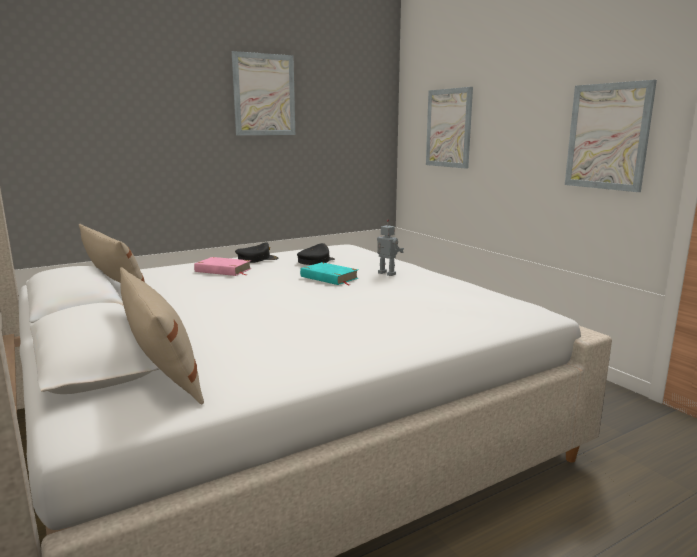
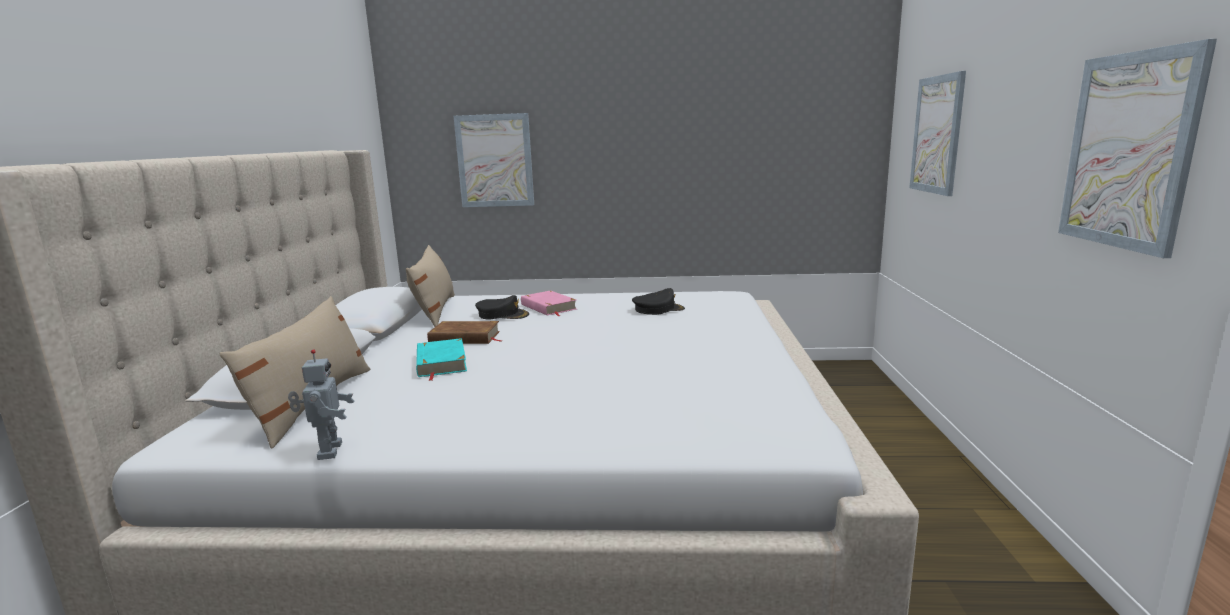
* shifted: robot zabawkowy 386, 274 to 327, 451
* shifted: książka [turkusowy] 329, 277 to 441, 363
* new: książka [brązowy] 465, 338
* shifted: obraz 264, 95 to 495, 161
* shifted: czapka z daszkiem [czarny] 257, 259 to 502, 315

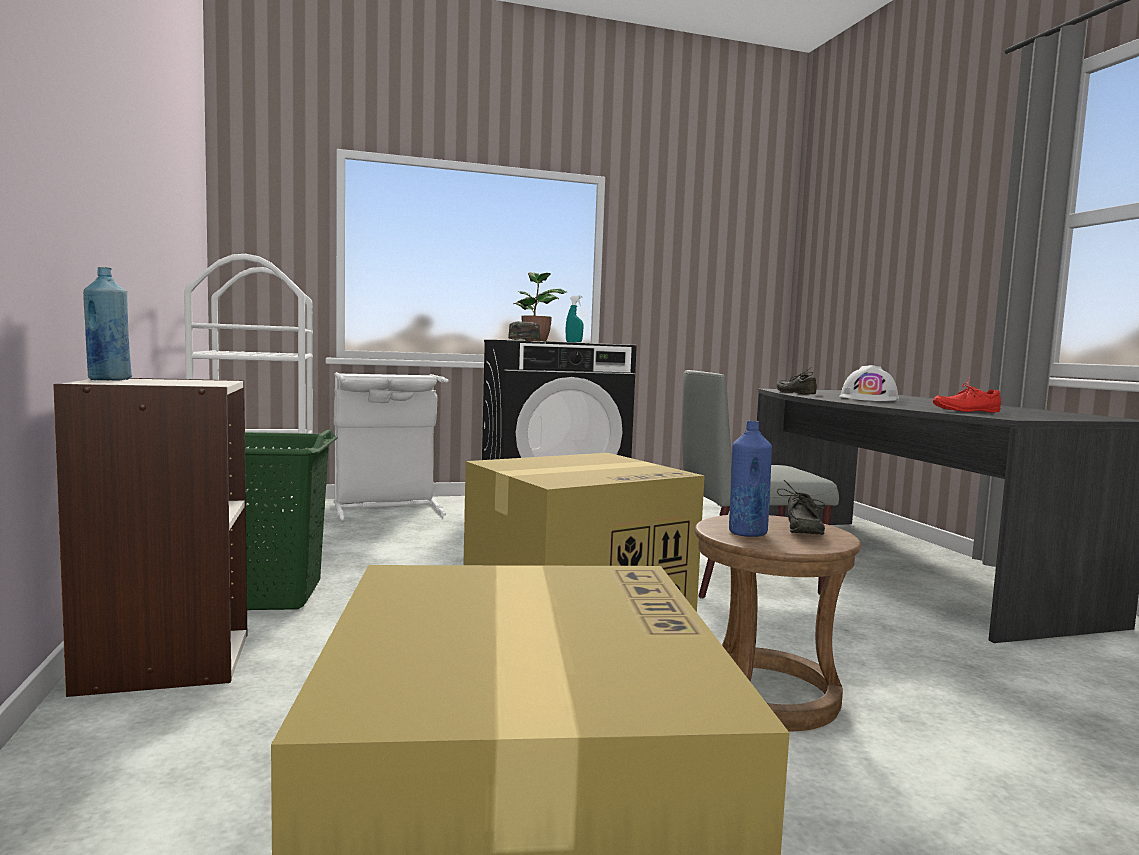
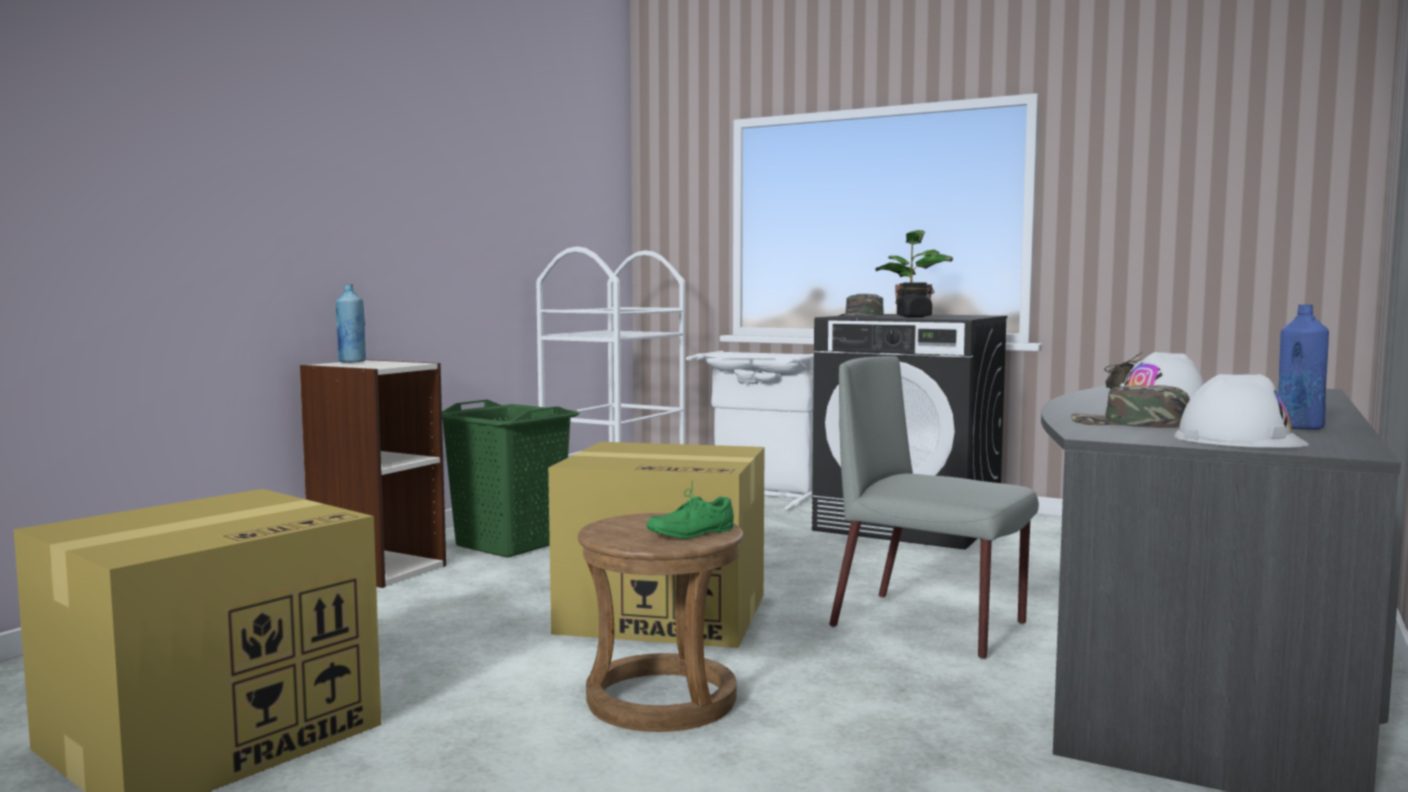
* repainted: but [szary] 800, 529 to but [zielony] 689, 532
* swapped: spryskiwacz [turkusowy] 573, 342 to słoik [czarny] 914, 317
* swapped: but [czerwony] 964, 411 to czapka z daszkiem [zielony] 1129, 424
* new: kask [biały] 1238, 440
* shifted: butelka [niebieski] 747, 533 to 1299, 428

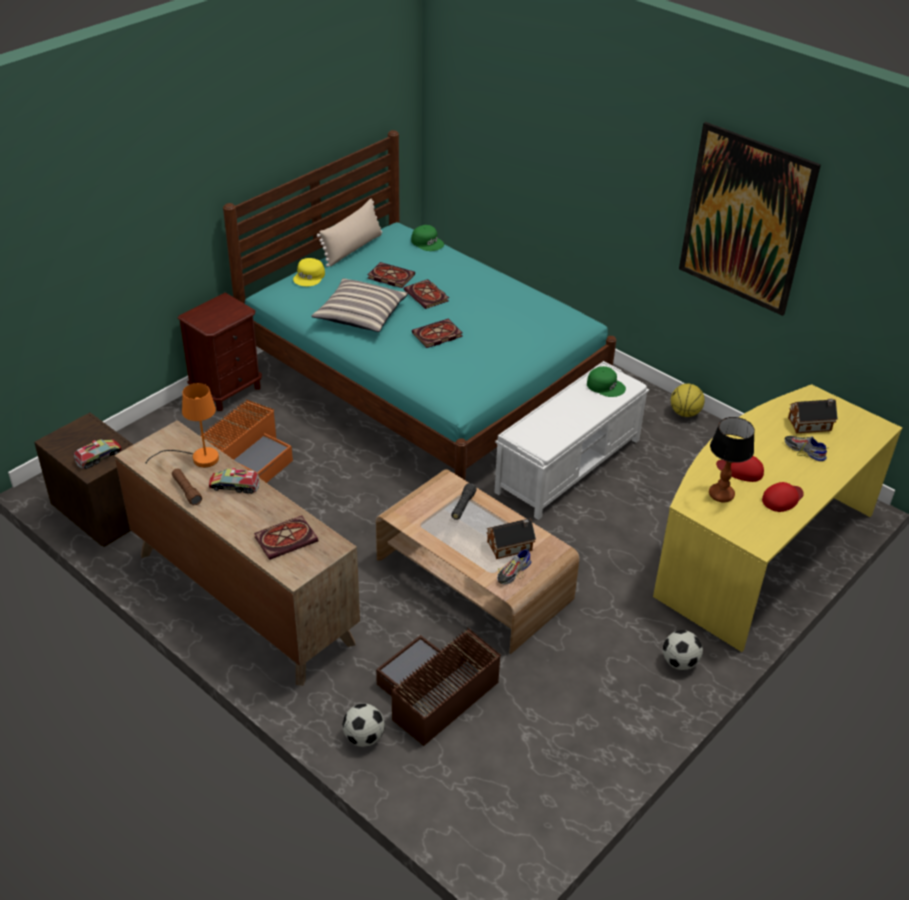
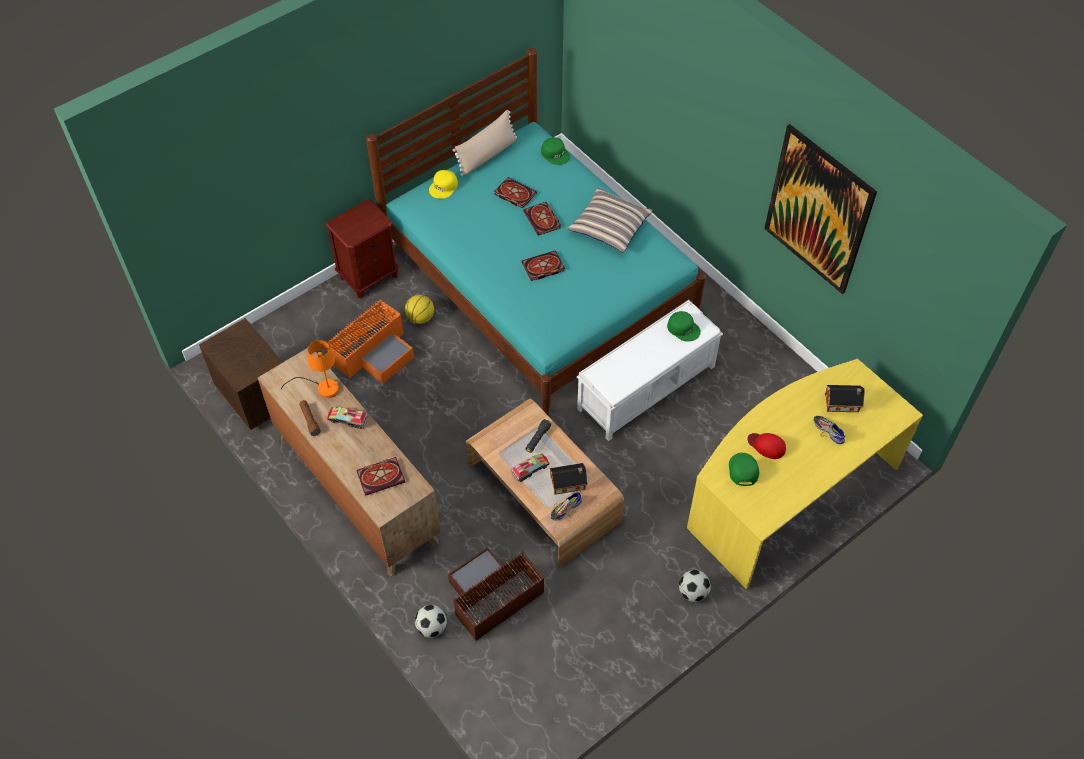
* shifted: piłka do koszykówki 684, 413 to 420, 318
* shifted: ciężarówka zabawkowa 99, 457 to 530, 469
* shifted: poduszka 361, 314 to 610, 226
* swapped: lampa stołowa 721, 495 to czapka z daszkiem [zielony] 742, 470
* gone: czapka z daszkiem [czerwony] 782, 498

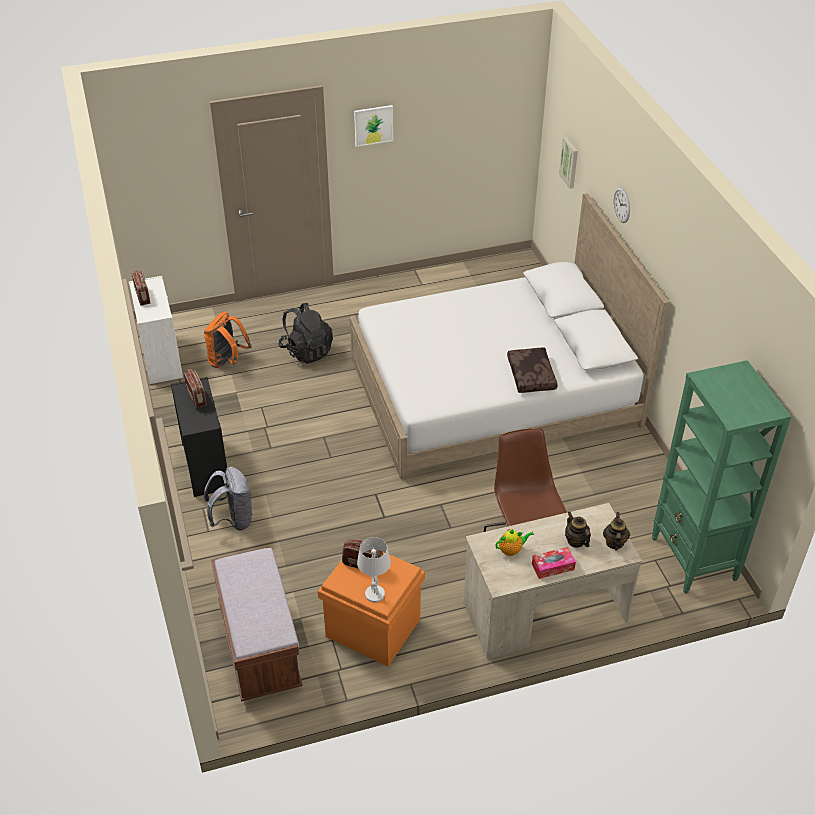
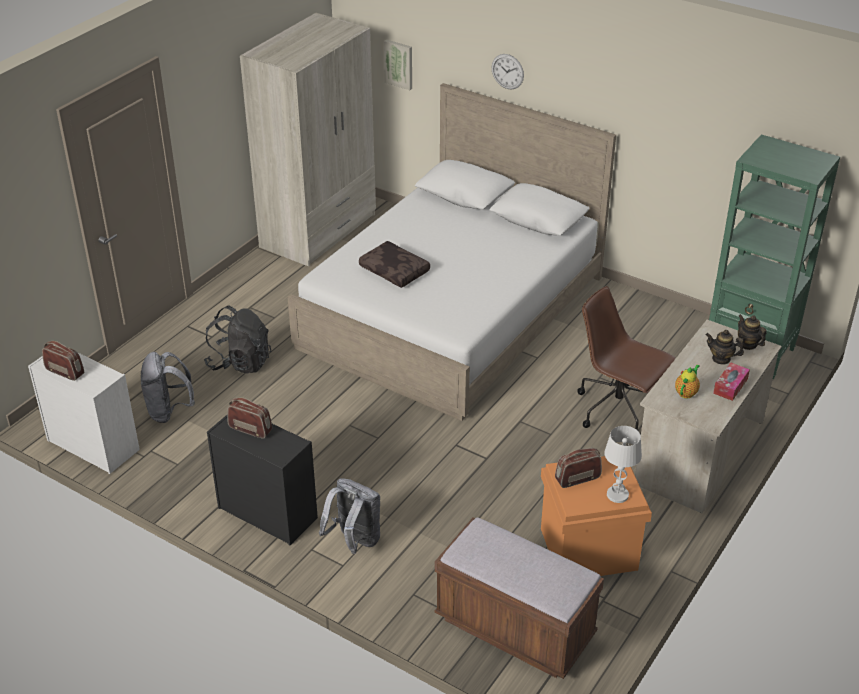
* repainted: plecak [pomarańczowy] 227, 361 to plecak [szary] 169, 411
* new: szafa [beżowy] 319, 230
* shifted: poduszka [brązowy] 532, 376 to 395, 270
* gone: obraz 373, 125

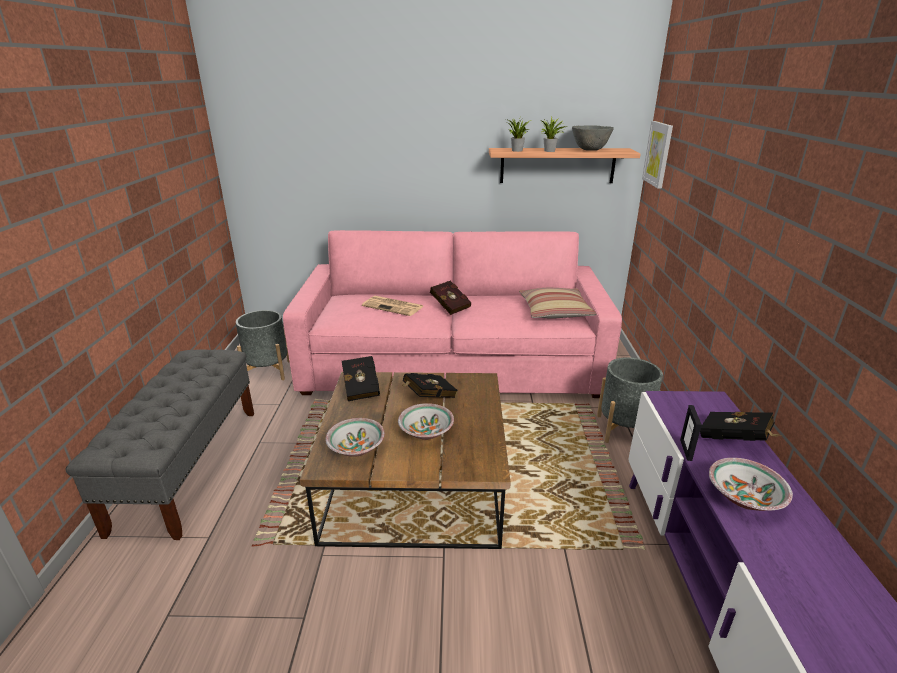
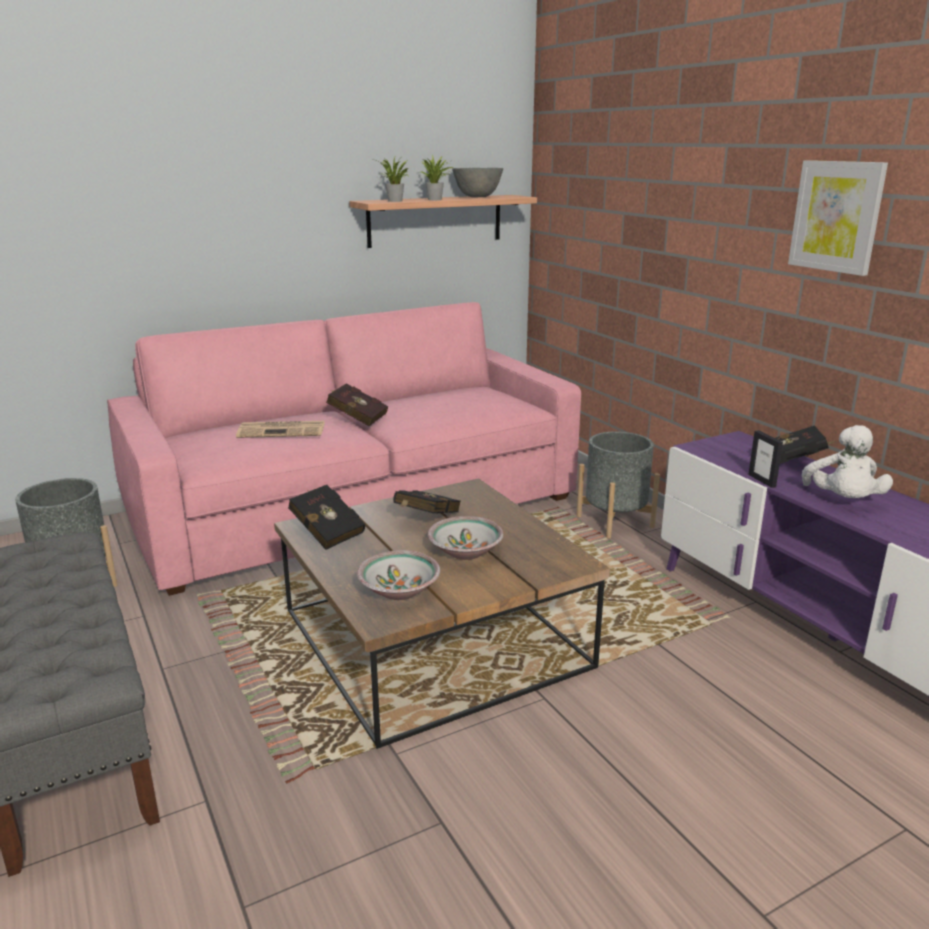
* shifted: obraz 658, 154 to 837, 216
* swapped: miska 743, 497 to pluszak [biały] 842, 501
* gone: poduszka 555, 311

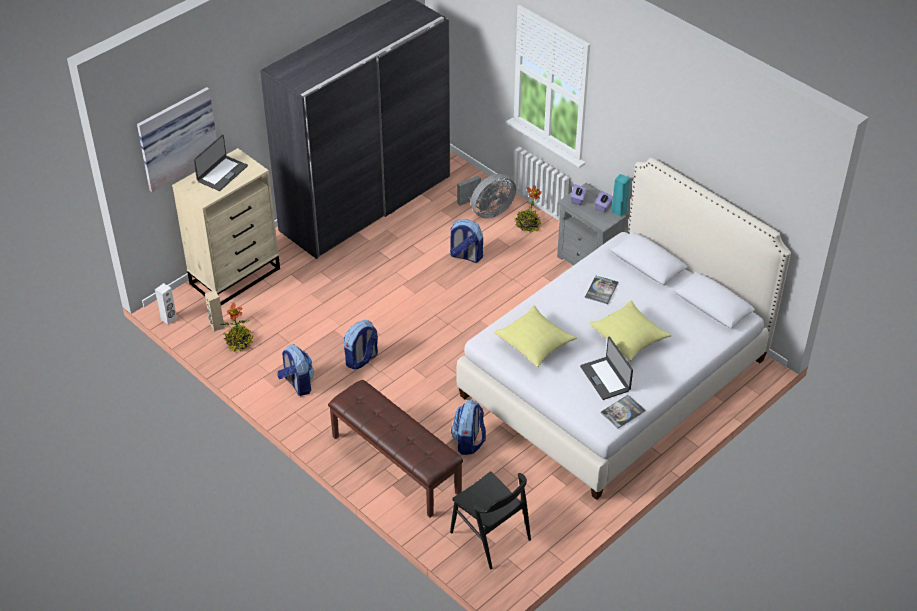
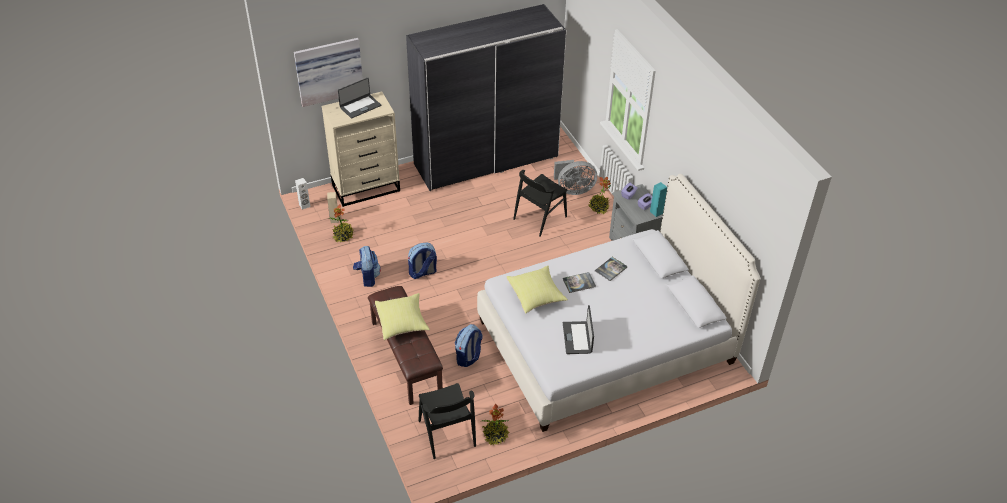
* shifted: poduszka [żółty] 629, 339 to 402, 323
* new: roślina doniczkowa 495, 435
* swapped: plecak 465, 256 to krzesło [czarny] 539, 218
* shifted: książka 622, 412 to 579, 283

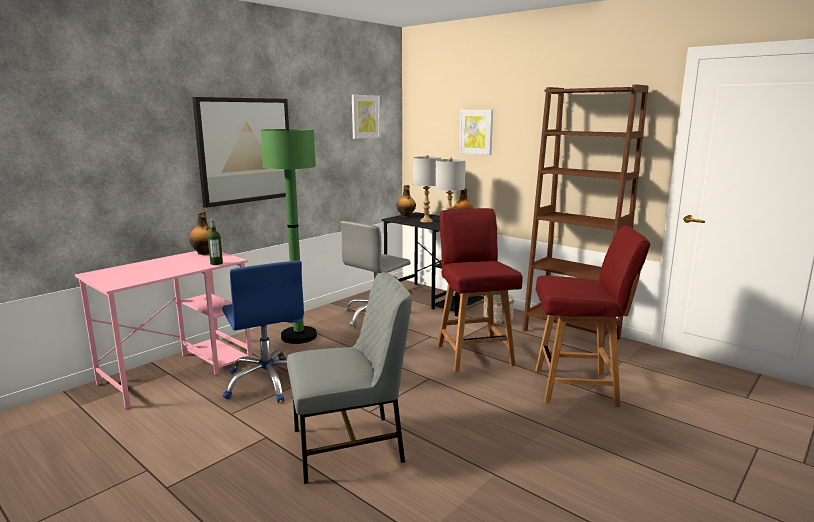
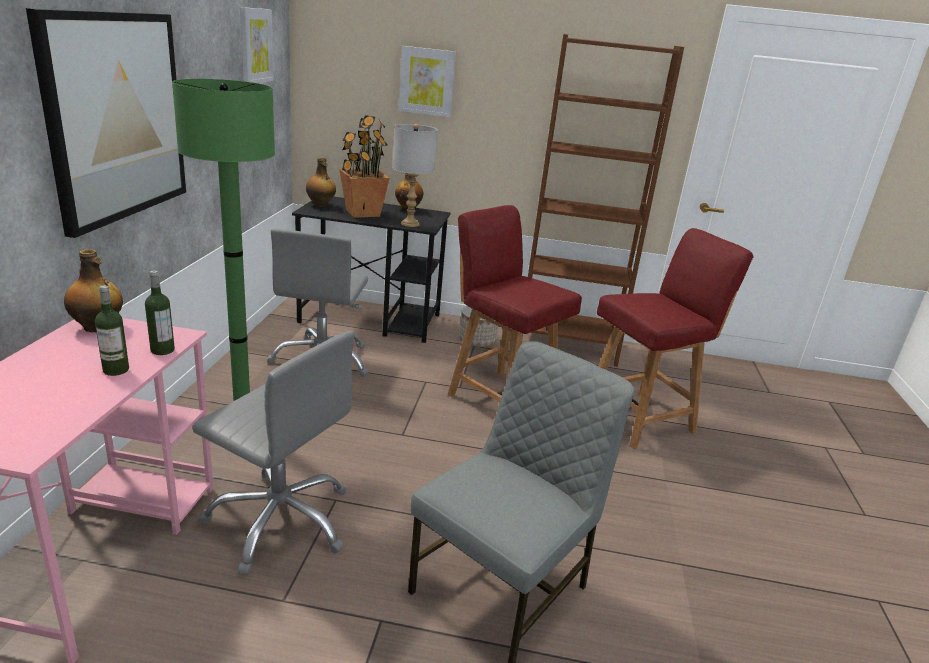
* new: butelka 116, 370
* repainted: krzesło biurowe [niebieski] 268, 381 to krzesło biurowe [szary] 280, 520
* swapped: lampa stołowa [szary] 426, 221 to roślina doniczkowa 362, 213

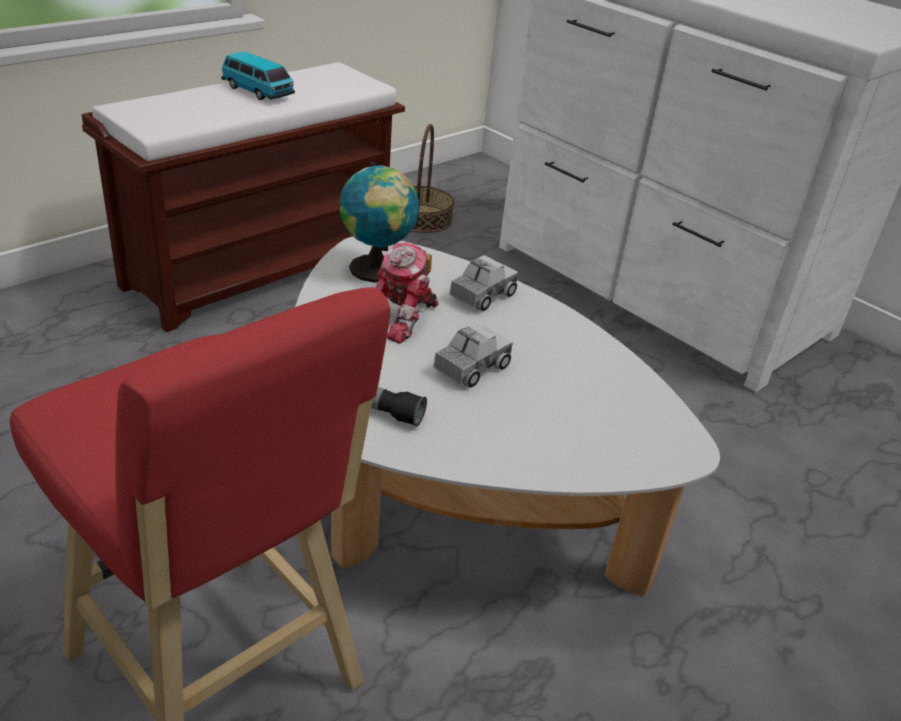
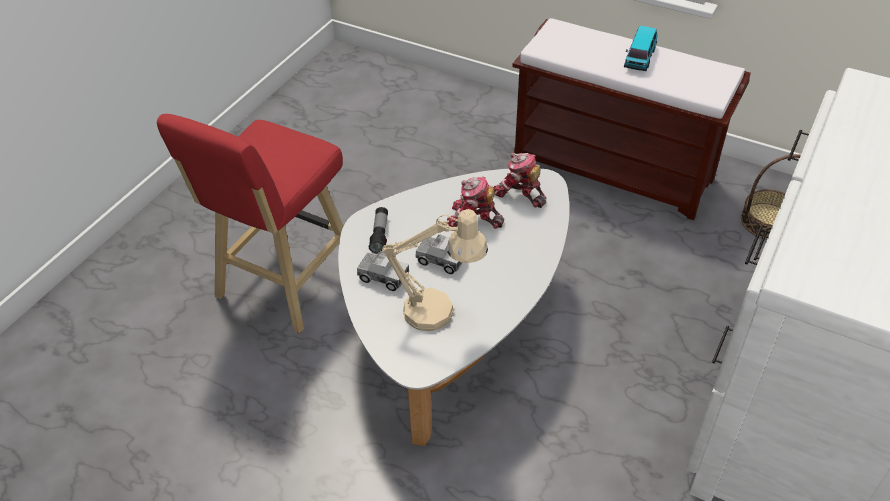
* shifted: ciężarówka zabawkowa 482, 296 to 383, 277
* new: lampa stołowa [beżowy] 439, 312
* swapped: globus 377, 271 to robot zabawkowy 519, 194

